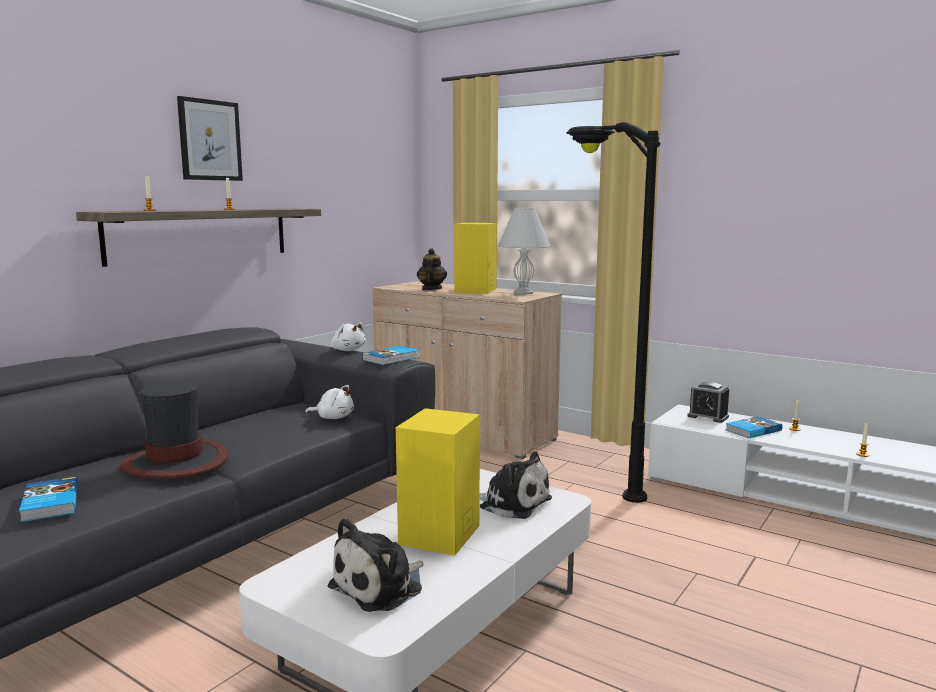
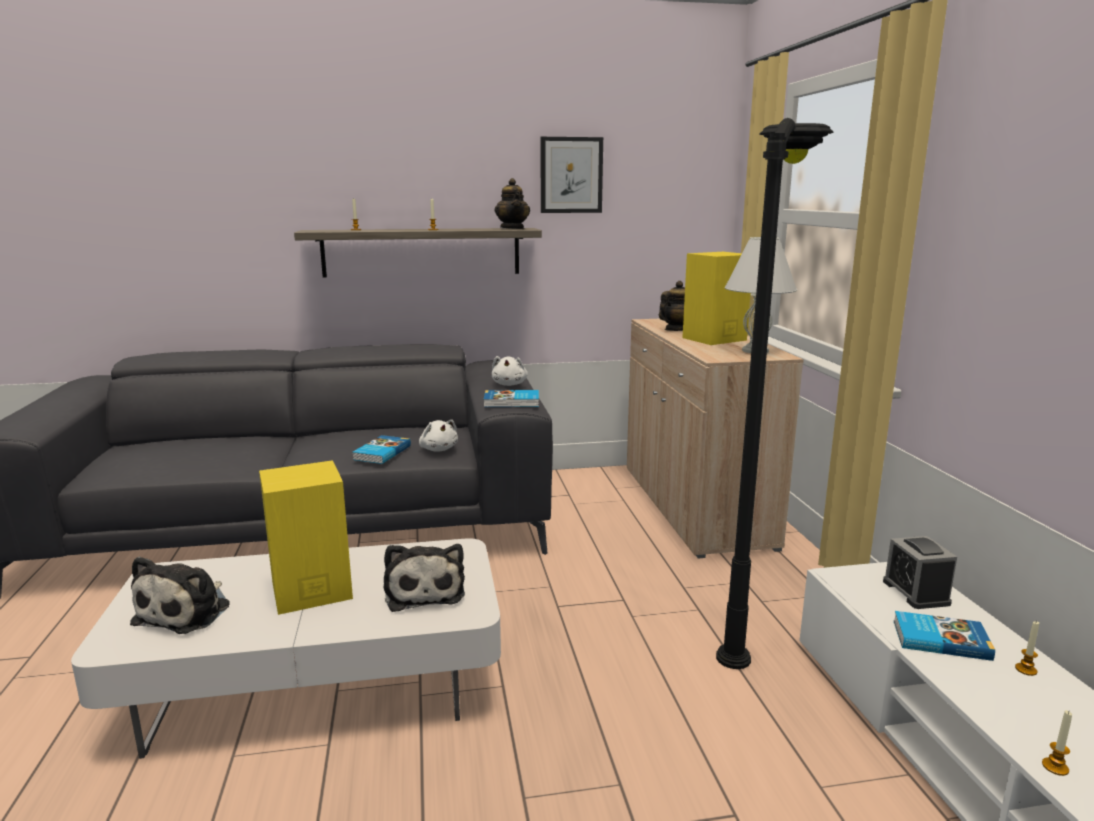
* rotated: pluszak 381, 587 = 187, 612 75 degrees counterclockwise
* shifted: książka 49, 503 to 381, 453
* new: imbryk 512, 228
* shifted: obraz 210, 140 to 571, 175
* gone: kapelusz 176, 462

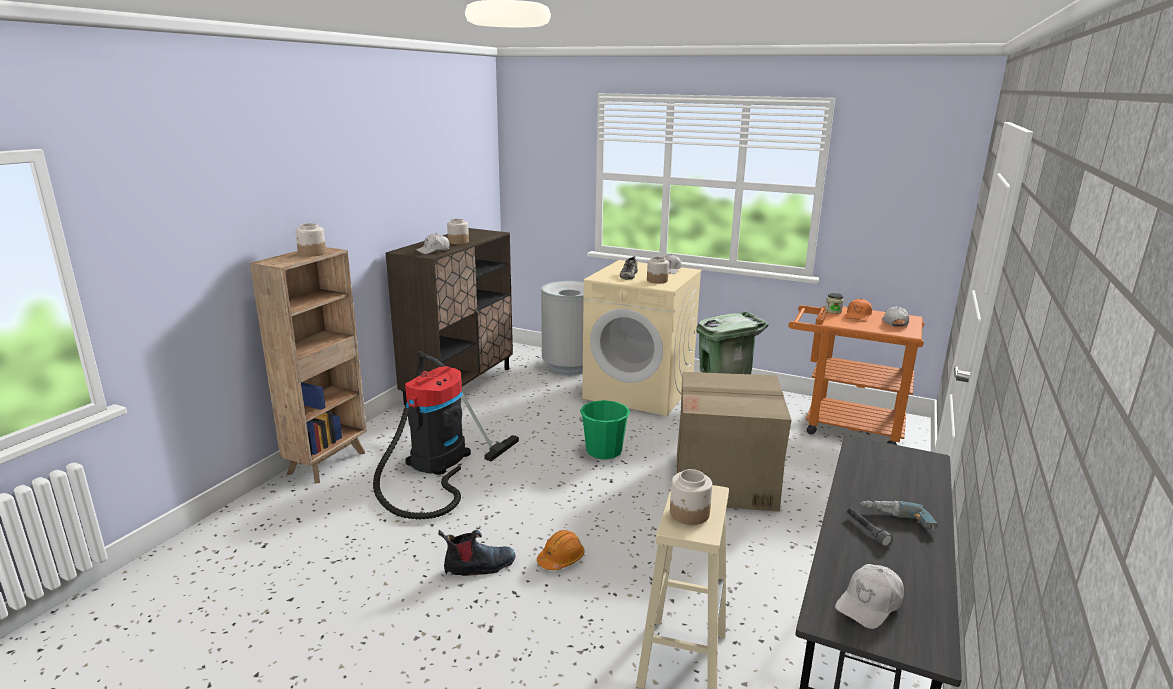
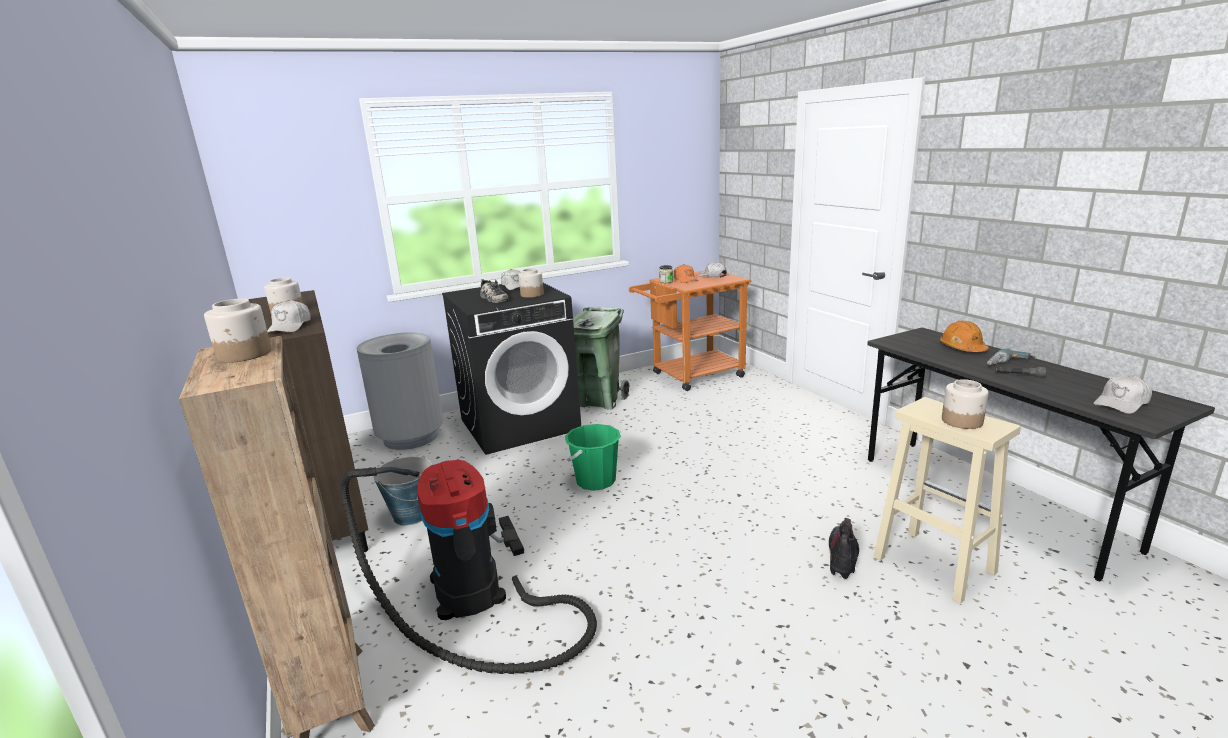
* new: wiadro 411, 515
* repainted: pralka [beżowy] 639, 391 to pralka [czarny] 520, 424
* shifted: but z cholewką 479, 567 to 843, 557
* shifted: kask [pomarańczowy] 561, 559 to 962, 348
* rotated: czapka z daszkiem [biały] 869, 604 = 1121, 403 60 degrees clockwise
* gone: karton 725, 481

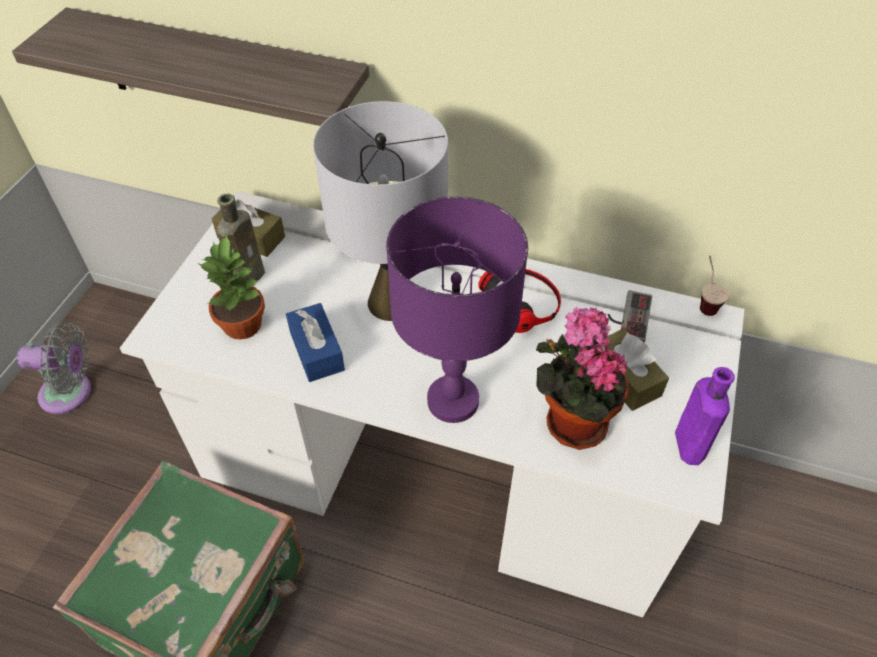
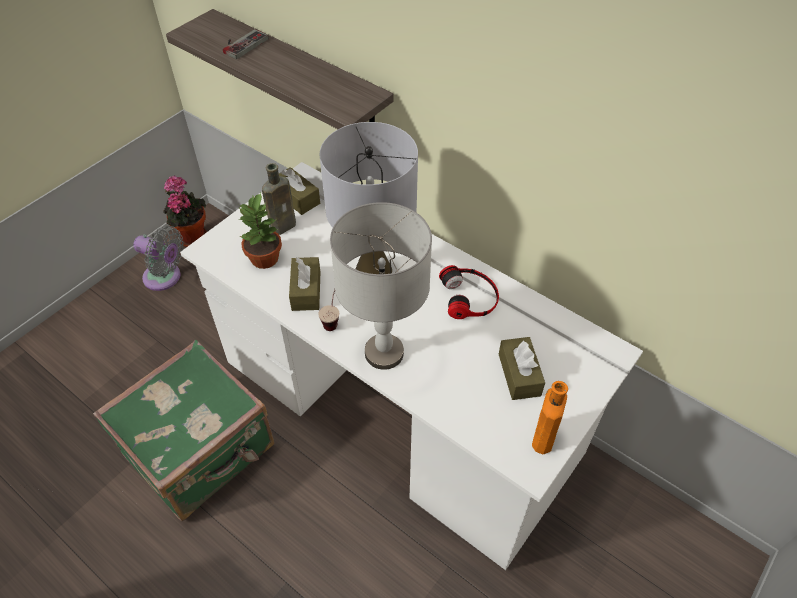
* shifted: roślina doniczkowa 571, 421 to 192, 236
* shifted: pad do gier 627, 316 to 242, 44
* repainted: pudełko chusteczek [niebieski] 317, 351 to pudełko chusteczek [brązowy] 306, 290
* shifted: filiżanka 705, 301 to 333, 319
* repainted: lampa stołowa [fioletowy] 452, 401 to lampa stołowa [szary] 383, 353
* repainted: butelka [fioletowy] 688, 443 to butelka [pomarańczowy] 543, 436

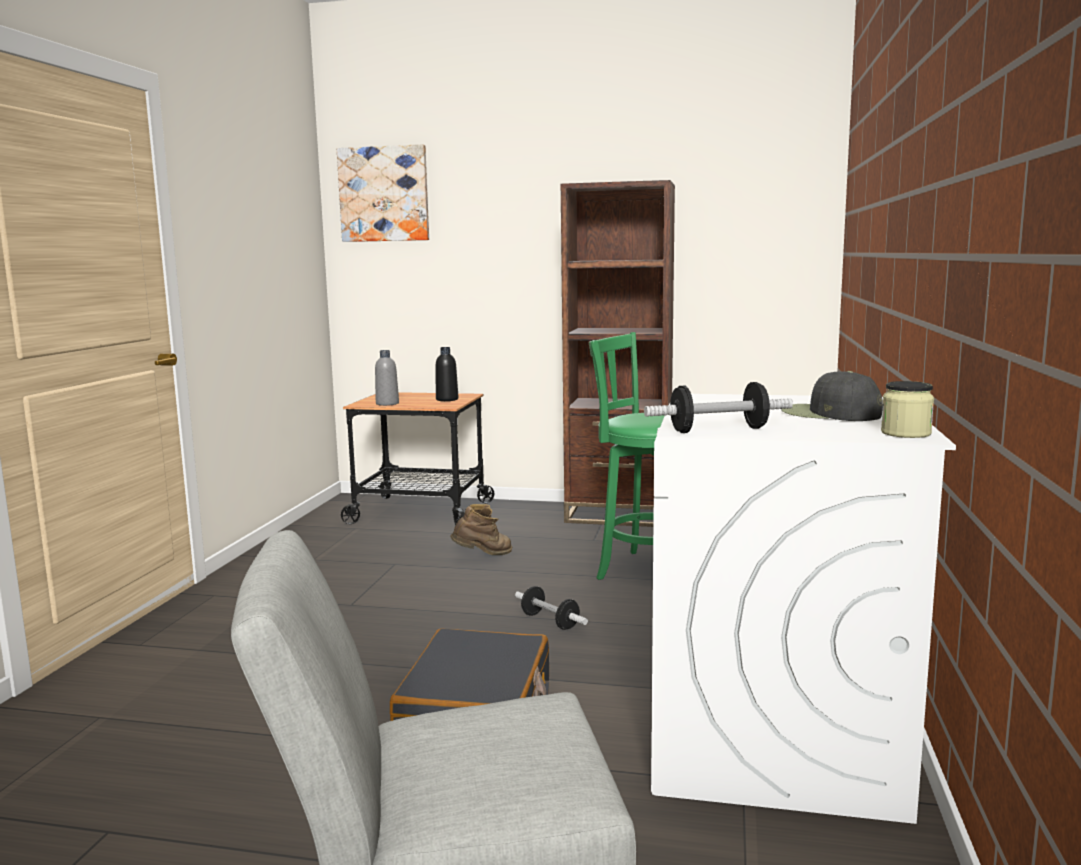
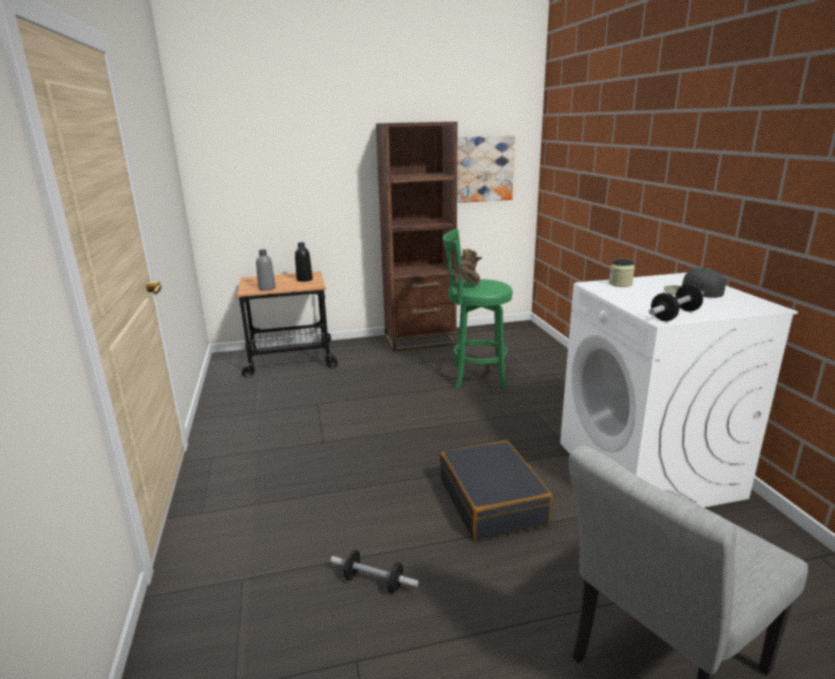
* shifted: hantel 550, 621 to 374, 582
* shifted: but z cholewką [brązowy] 483, 556 to 467, 286
* shifted: obraz 384, 194 to 482, 169
* shifted: słoik 905, 433 to 620, 284

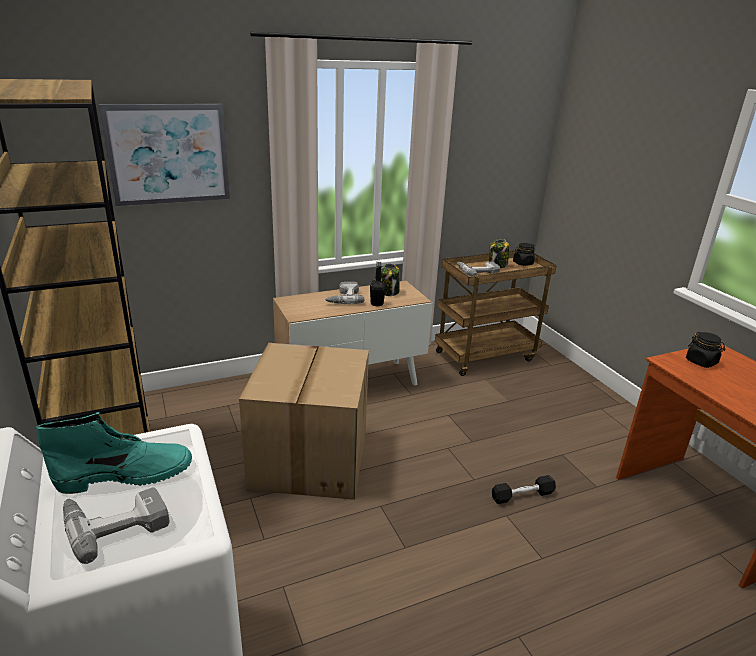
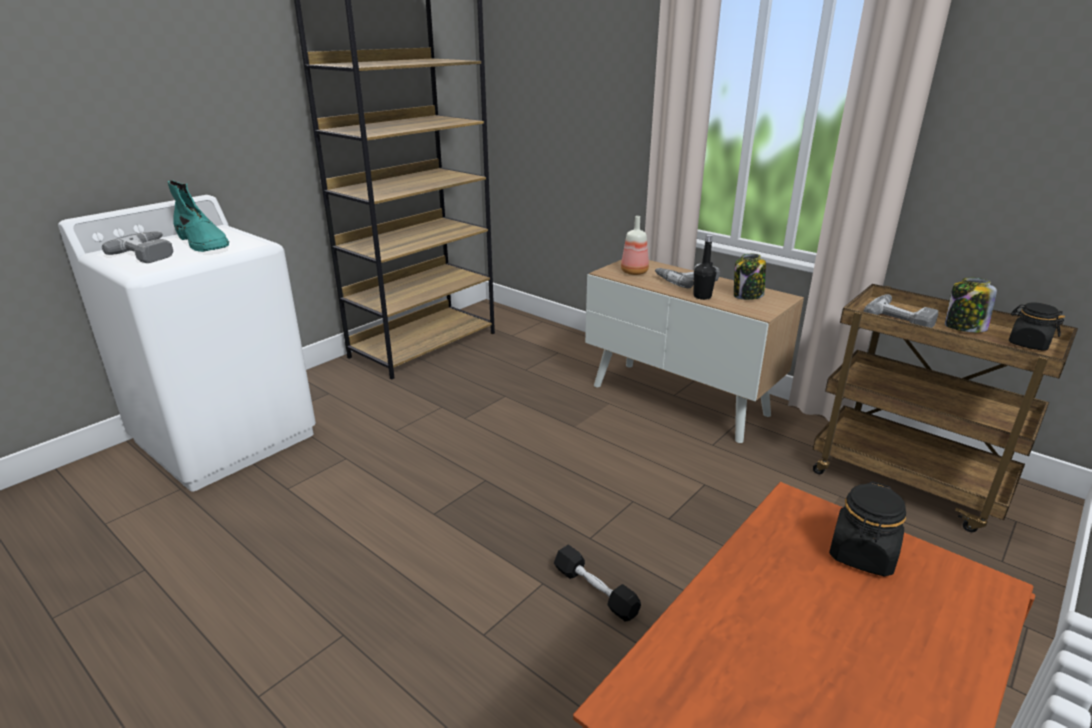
* new: butelka 634, 272
* gone: obraz 168, 154
* gone: karton 308, 458

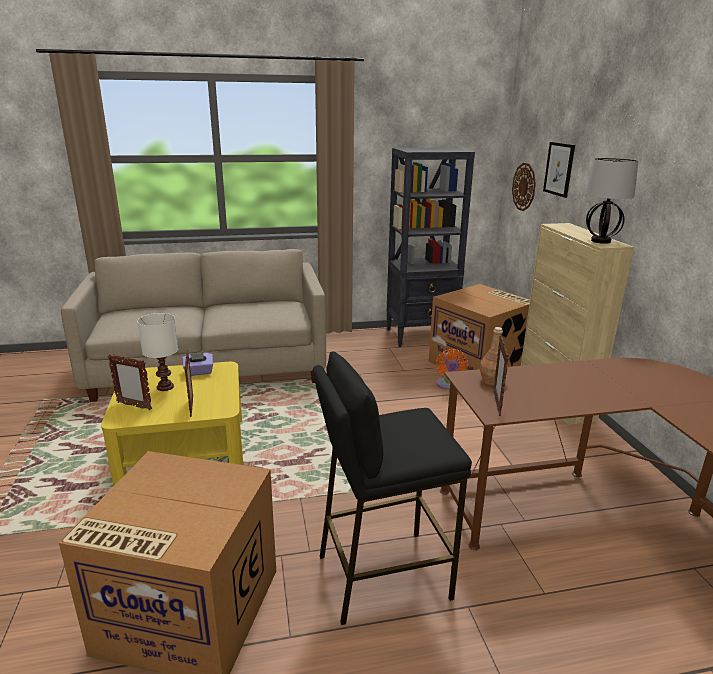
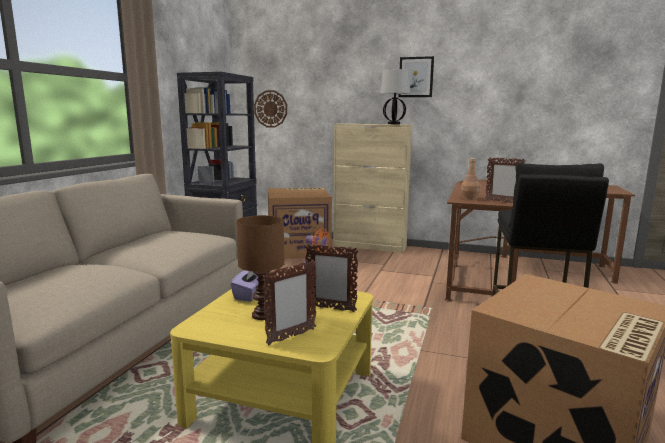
* repainted: lampa stołowa [biały] 166, 387 to lampa stołowa [brązowy] 262, 315
* shifted: obraz 559, 169 to 416, 77

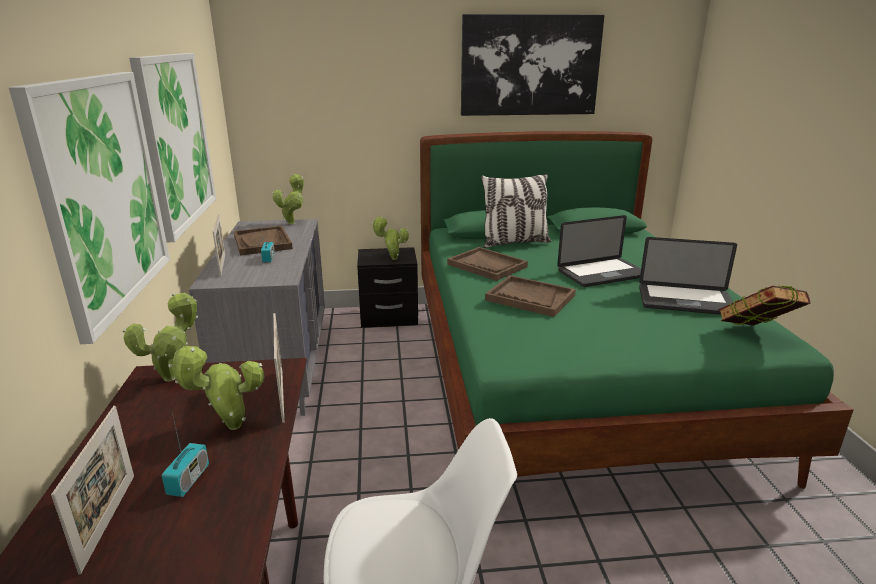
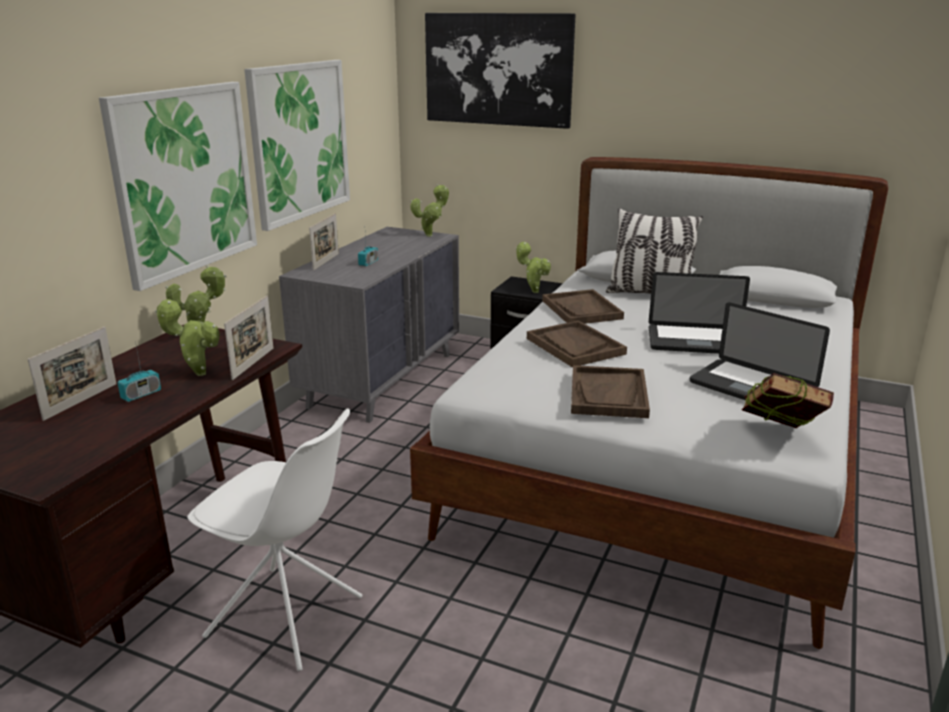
* repainted: łóżko [zielony] 569, 377 to łóżko [biały] 664, 463
* shifted: obraz 530, 66 to 498, 69
* shifted: taca [brązowy] 262, 242 to 608, 394

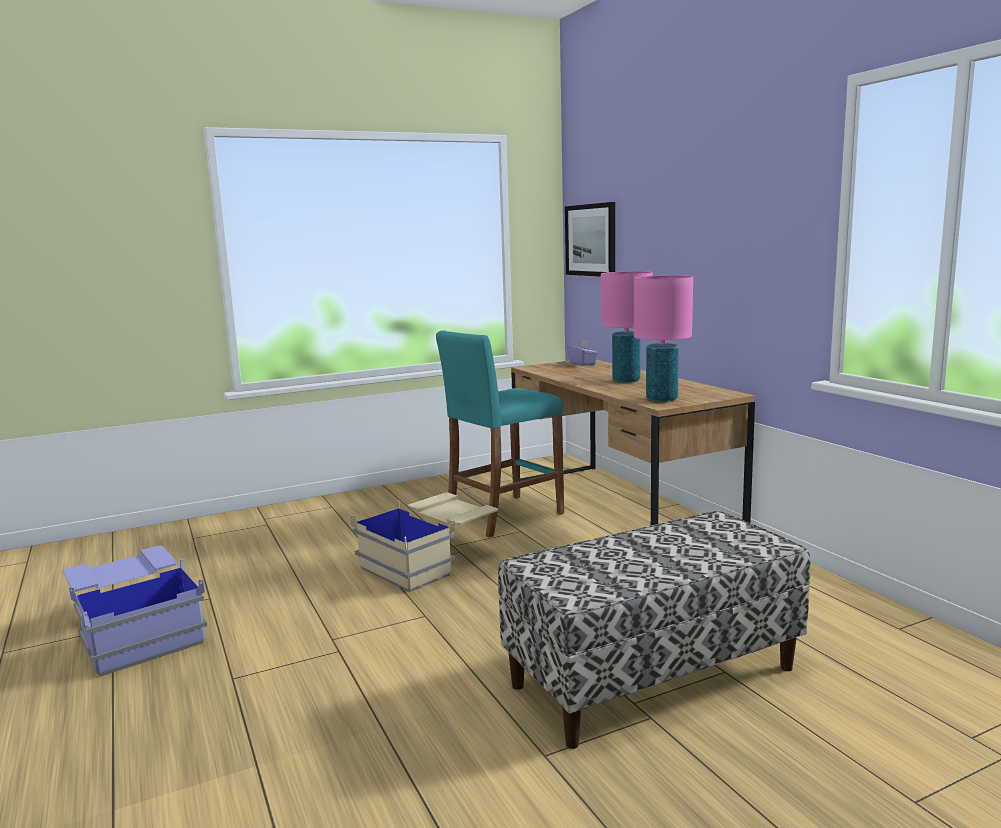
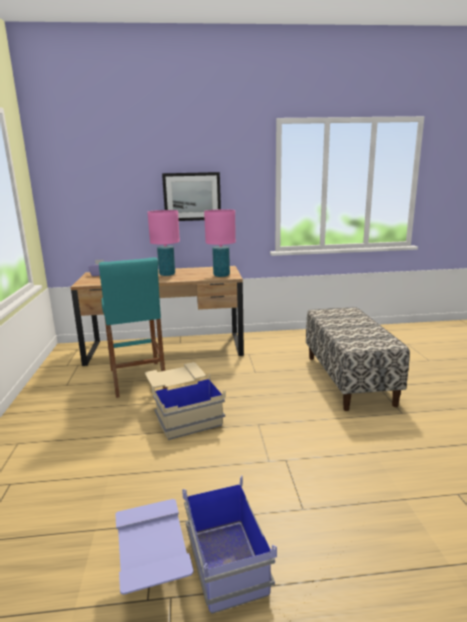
* shifted: obraz 591, 240 to 192, 196

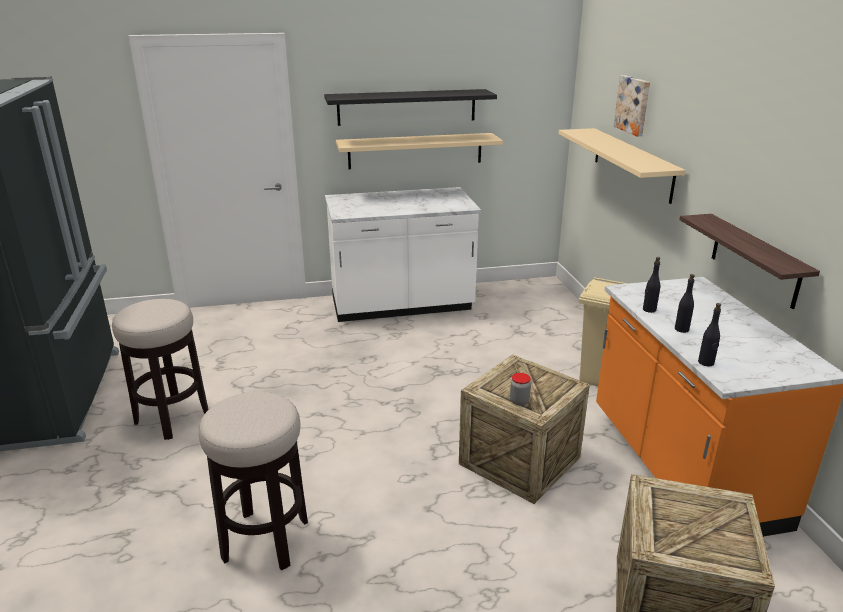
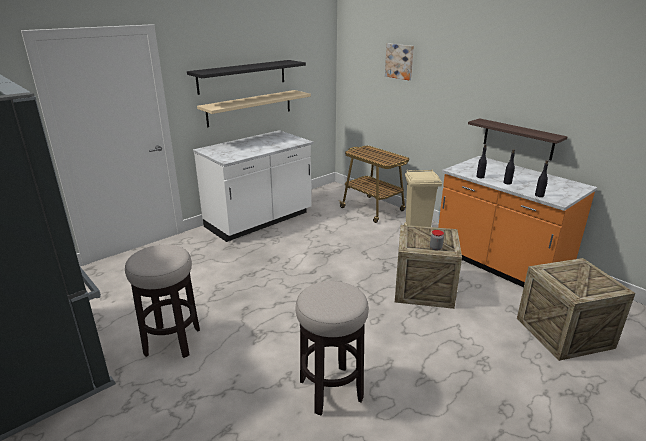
* new: wózek 373, 210
* gone: półka [beżowy] 632, 163

